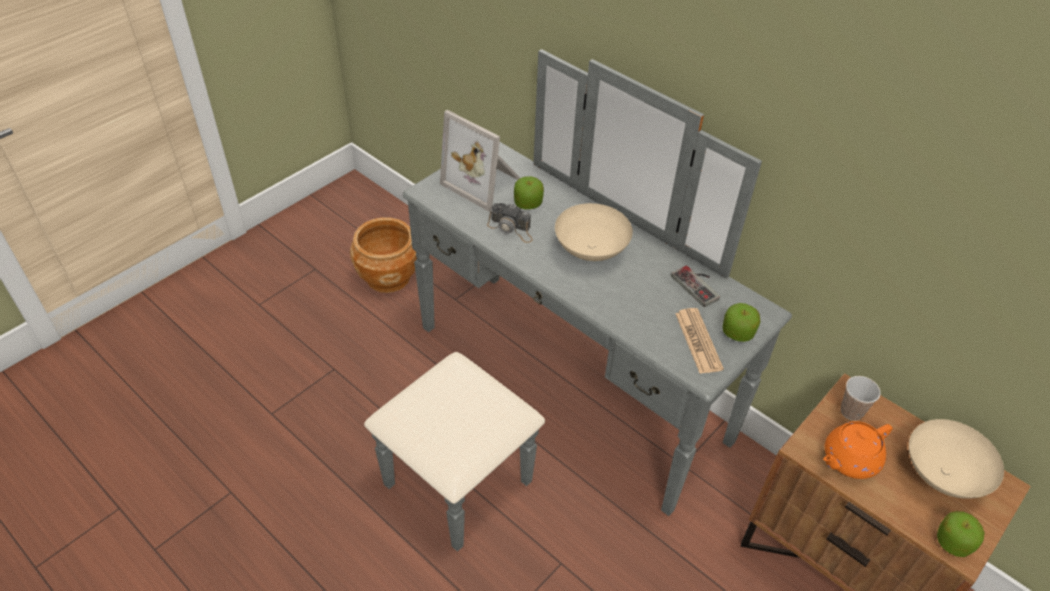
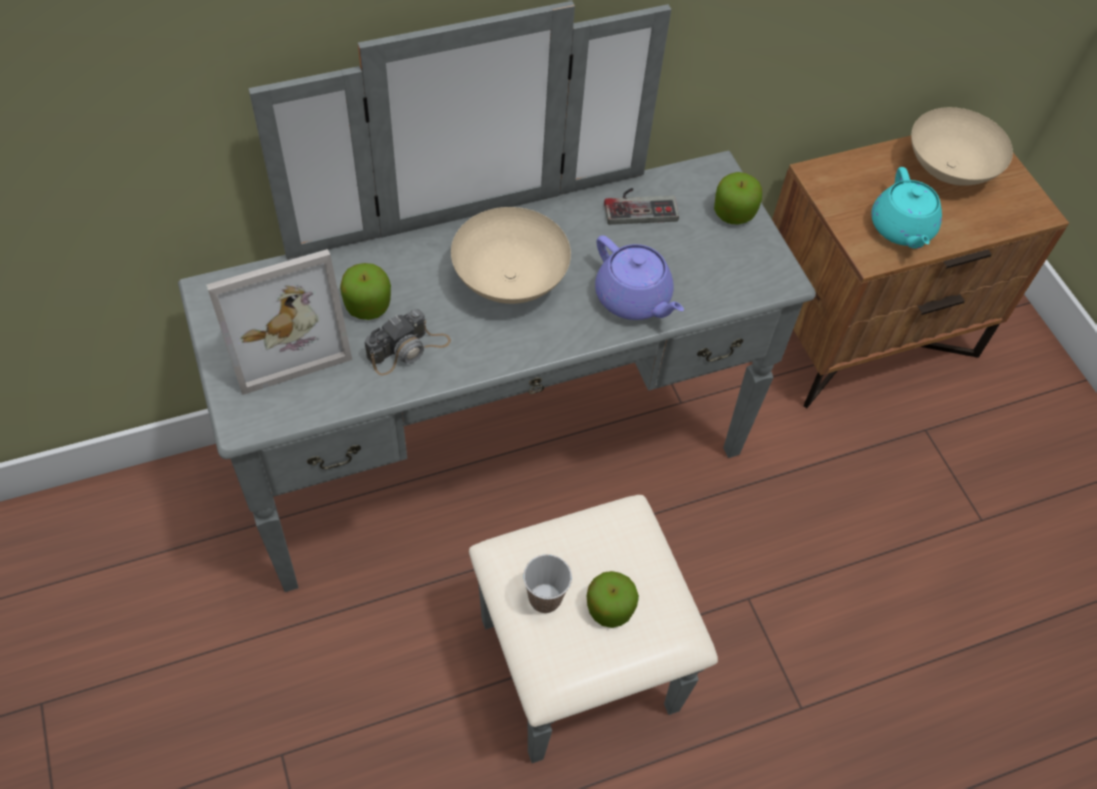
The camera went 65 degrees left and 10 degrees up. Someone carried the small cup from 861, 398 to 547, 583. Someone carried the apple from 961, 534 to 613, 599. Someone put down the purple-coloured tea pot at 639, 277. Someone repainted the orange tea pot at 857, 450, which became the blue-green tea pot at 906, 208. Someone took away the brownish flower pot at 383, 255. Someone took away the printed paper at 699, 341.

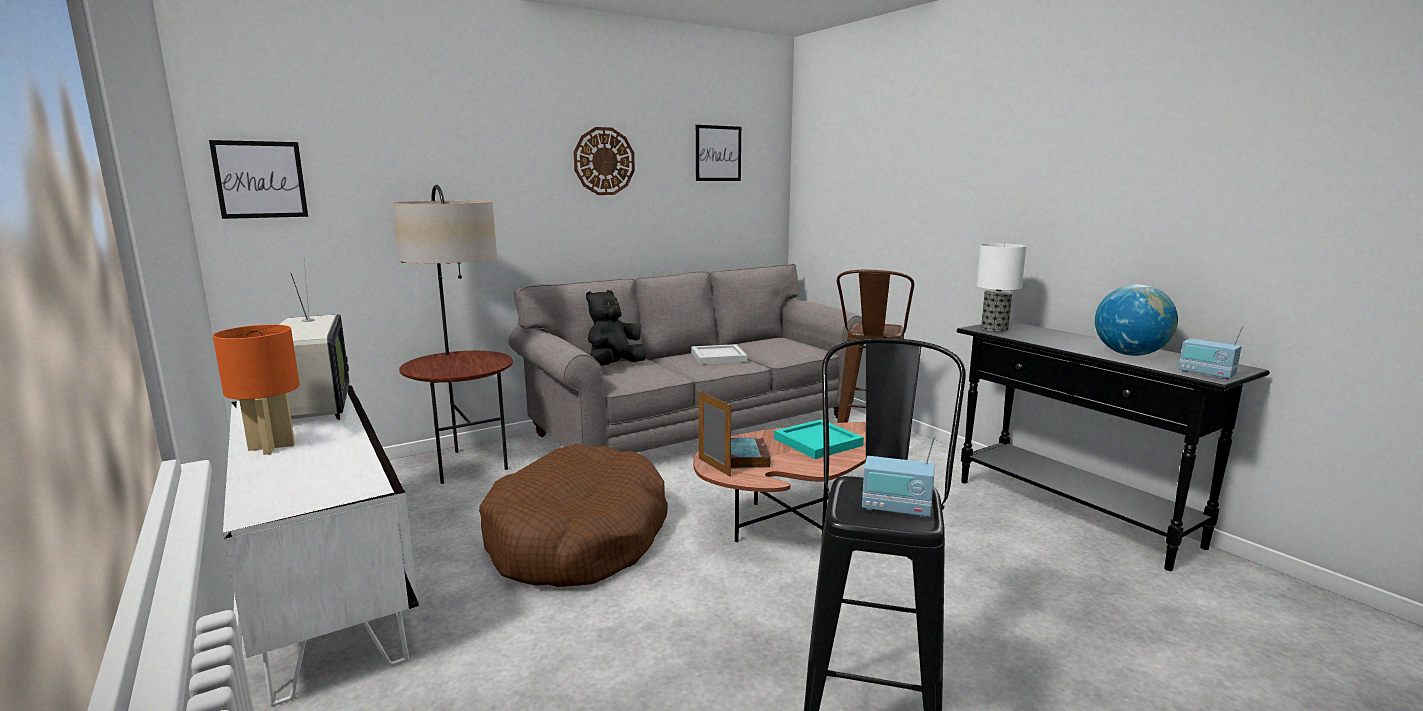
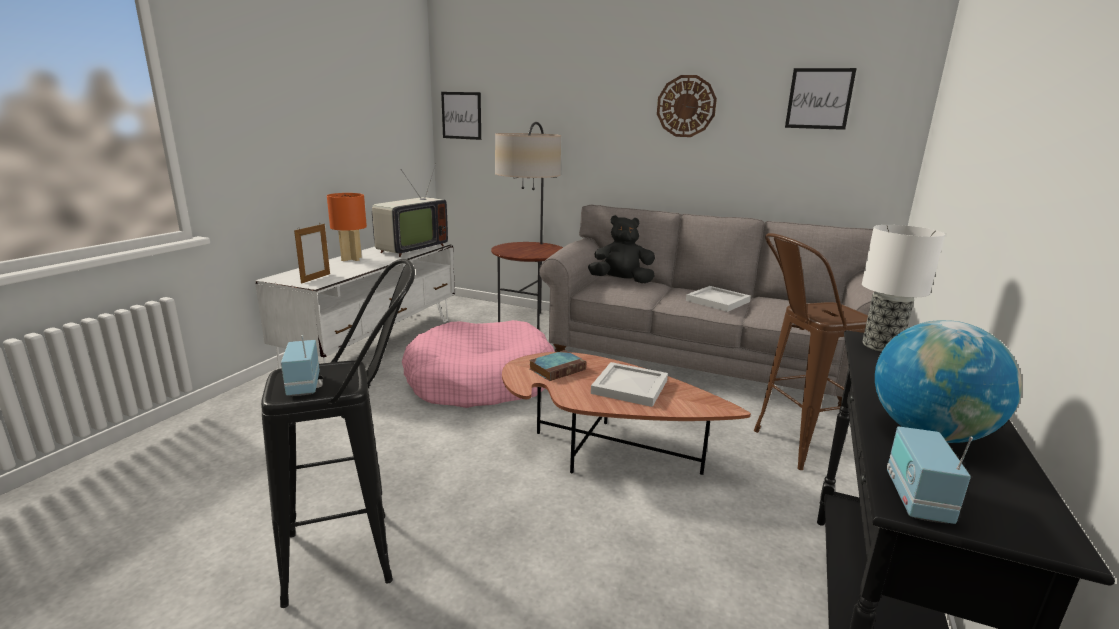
The camera went 55 degrees right and 5 degrees up. Someone carried the picture frame from 714, 434 to 312, 253. Someone repainted the brownish pet bed at 573, 515, which became the pink-coloured pet bed at 478, 364. Someone repainted the blue-green carrying tray at 819, 439, which became the white-coloured carrying tray at 629, 384.

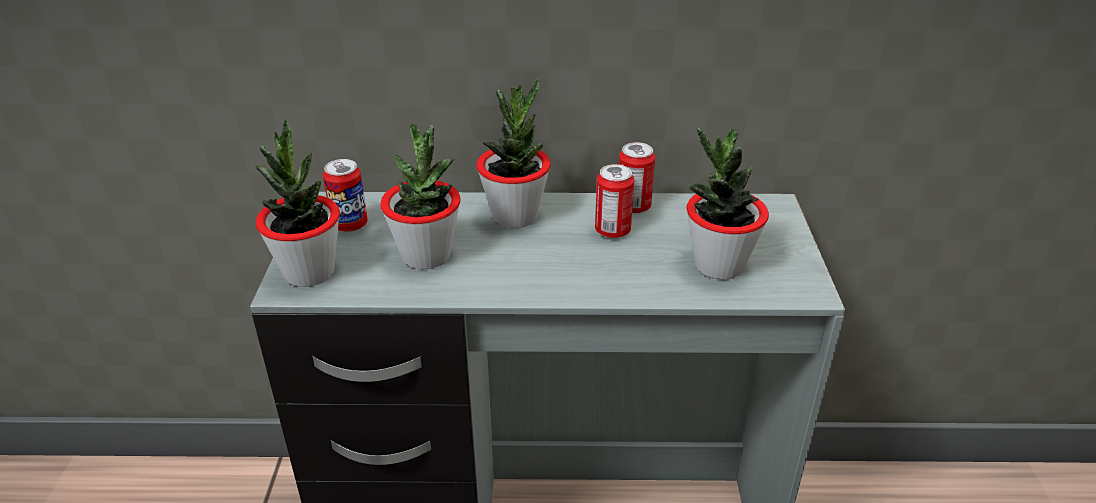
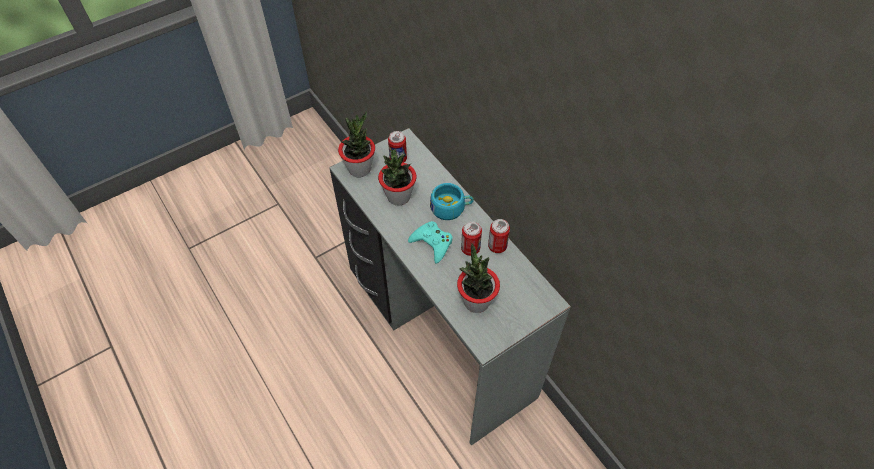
The camera went 55 degrees right and 20 degrees up. Someone put down the blue-green game controller at 430, 242. Someone swapped the potted plant at 513, 153 for the blue-green small cup at 452, 201.

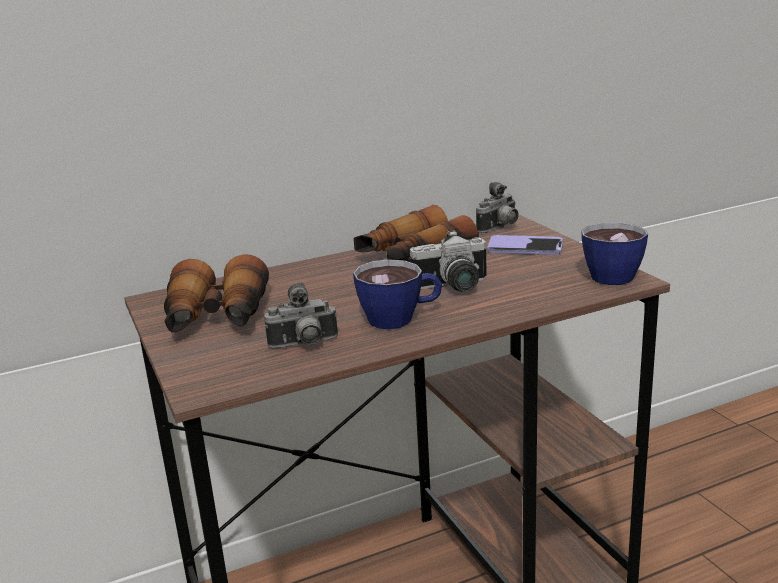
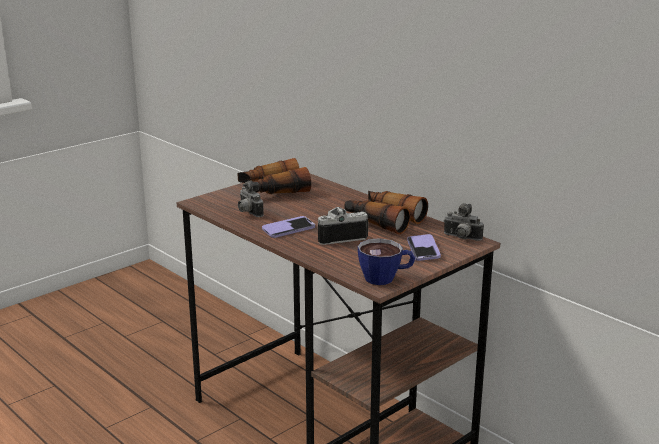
The camera went 70 degrees right and 0 degrees up. Someone swapped the small cup at 397, 294 for the phone at 288, 227. Someone rotated the still camera at 448, 261 by 105 degrees clockwise.

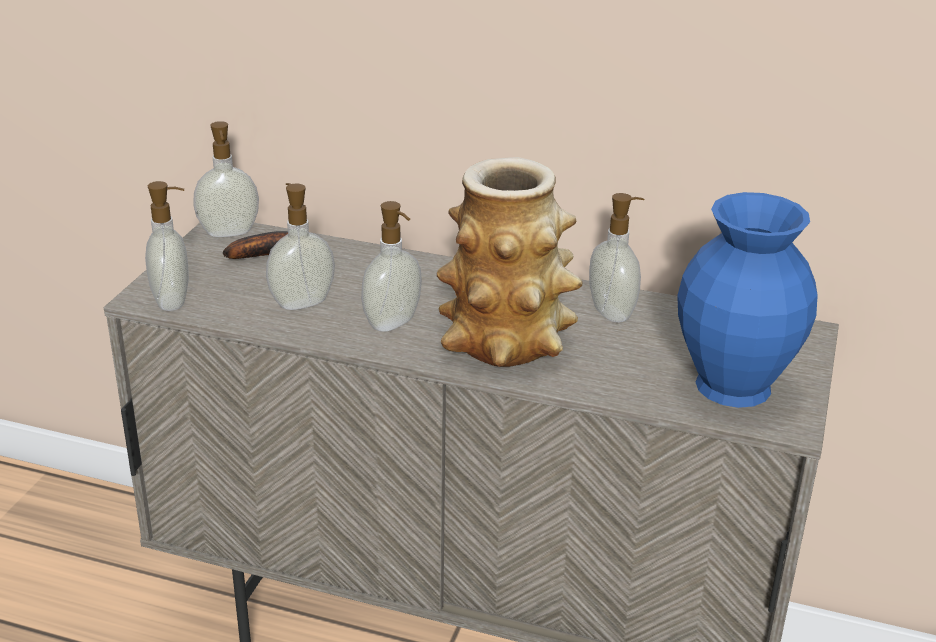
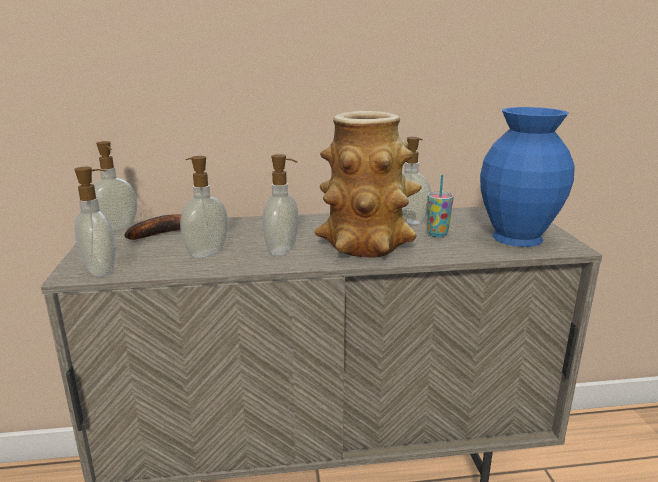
The camera went 25 degrees left and 10 degrees down. Someone put down the small cup at 440, 206.

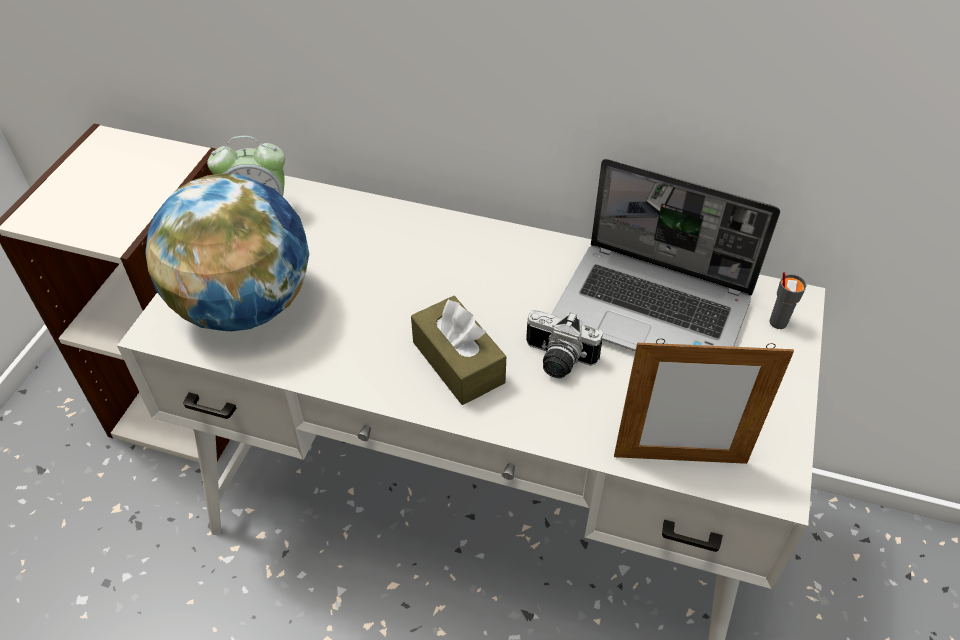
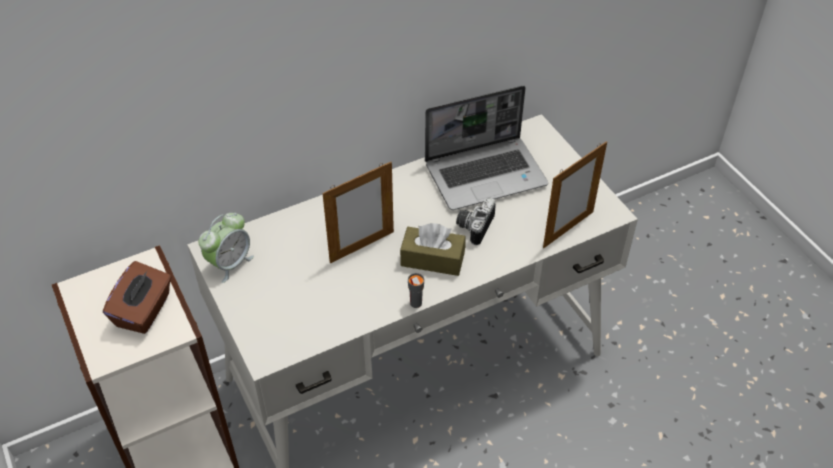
The camera went 45 degrees left and 0 degrees up. Someone put down the brownish box of tissues at 137, 297. Someone put down the picture frame at 358, 212. Someone carried the greyish small cup from 788, 300 to 416, 290. Someone rotated the still camera at 564, 344 by 135 degrees clockwise. Someone took away the world globe at 227, 252.

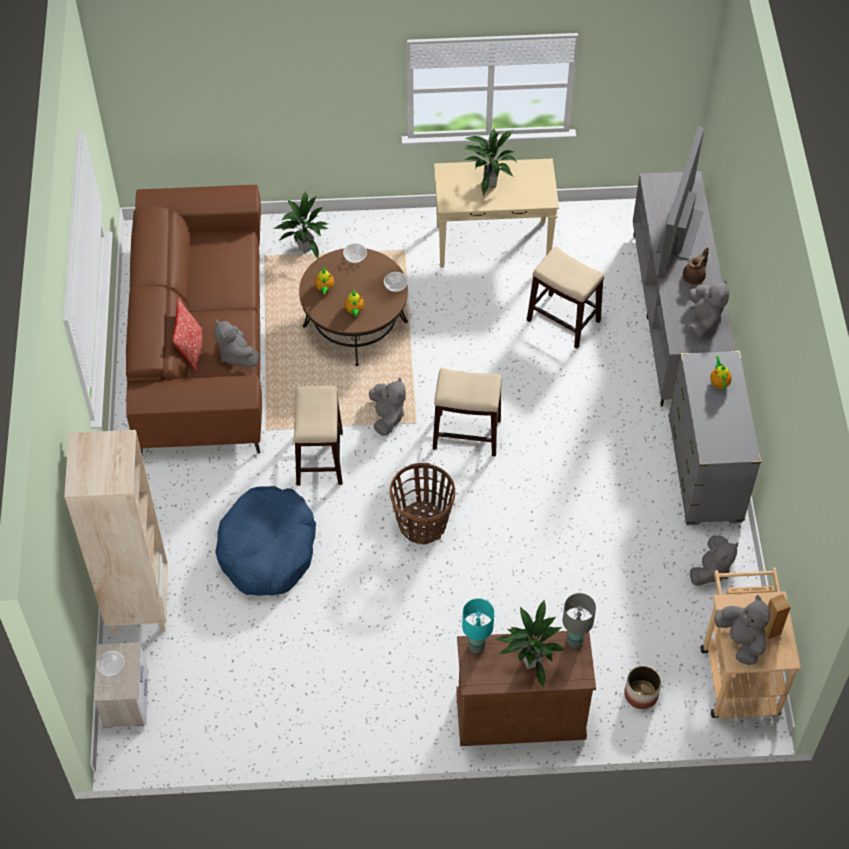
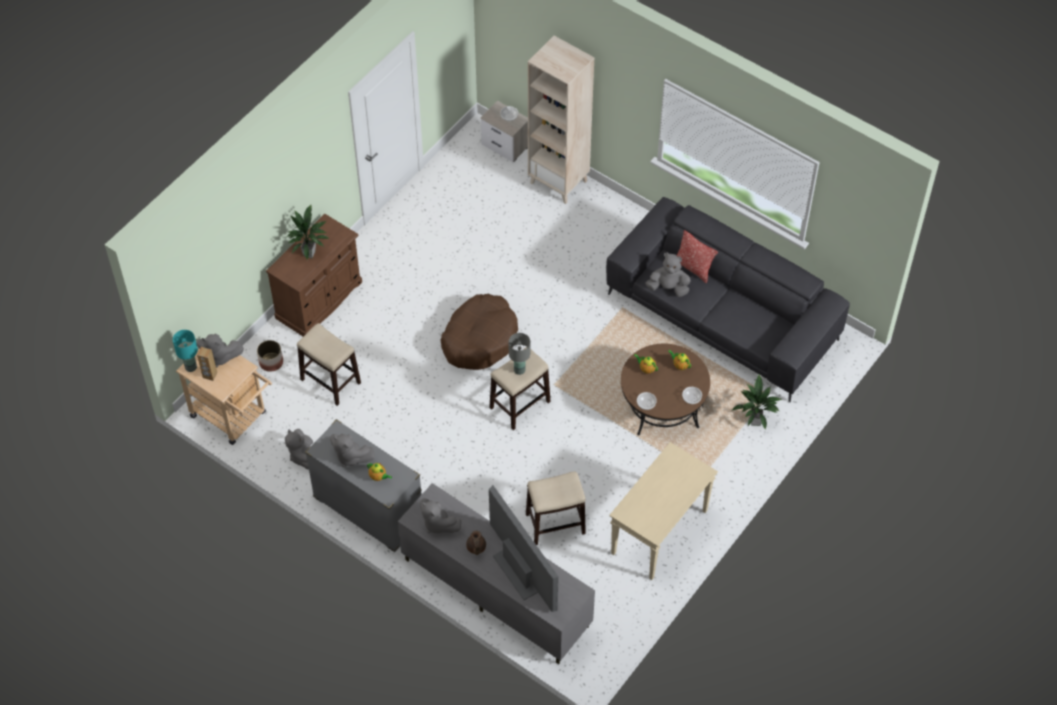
The camera went 130 degrees right and 0 degrees up. Someone carried the blue-green table lamp from 478, 625 to 185, 351. Someone carried the sitting stool from 318, 436 to 329, 364. Someone carried the greyish plush toy from 387, 406 to 352, 450. Someone swapped the storage basket at 422, 504 for the brownish pet bed at 479, 332. Someone carried the greyish table lamp from 579, 620 to 519, 354. Someone repainted the brownish couch at 194, 319, which became the greyish couch at 728, 299. Someone took away the bluish pet bed at 265, 541. Someone took away the potted plant at 491, 162.

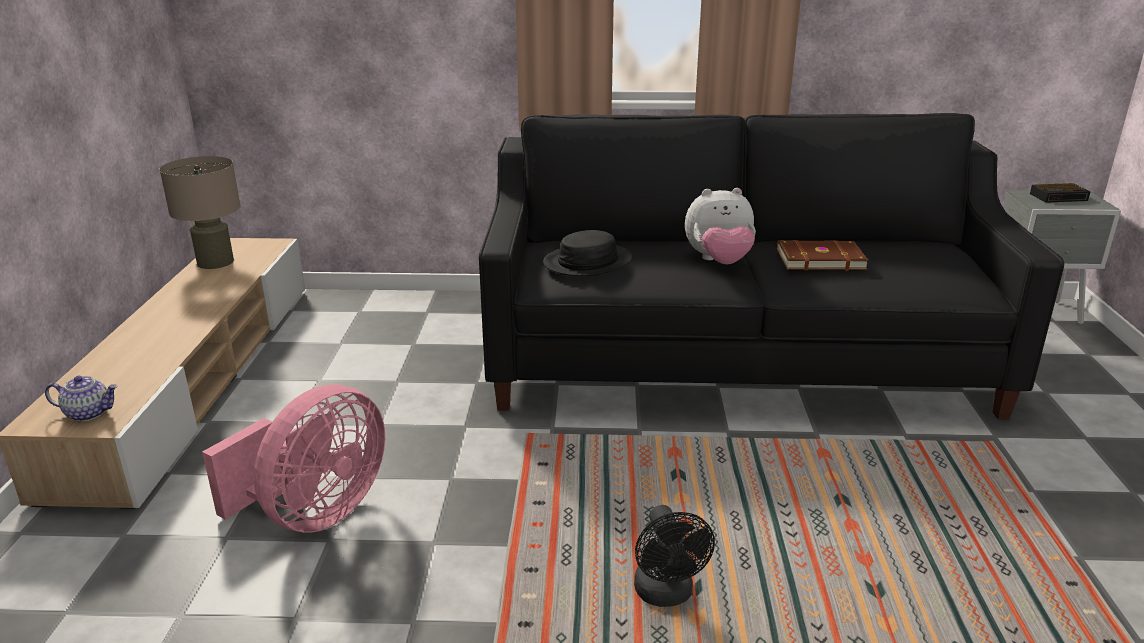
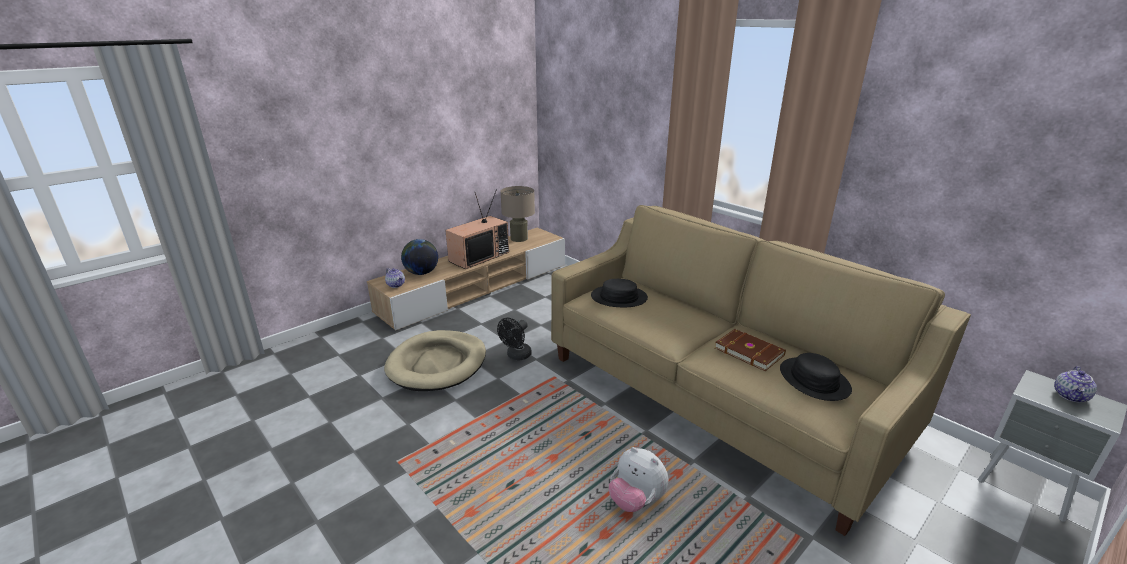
The camera went 45 degrees right and 0 degrees up. Someone swapped the pink-coloured cooling fan at 293, 458 for the beige pet bed at 435, 360. Someone put down the world globe at 419, 257. Someone put down the TV set at 477, 230. Someone carried the blackish cooling fan from 674, 556 to 514, 339. Someone repainted the blackish couch at 771, 266, which became the beige couch at 761, 370. Someone carried the plush toy from 720, 226 to 638, 479. Someone put down the blackish hat at 816, 377. Someone swapped the table clock at 1060, 193 for the tea pot at 1075, 384.

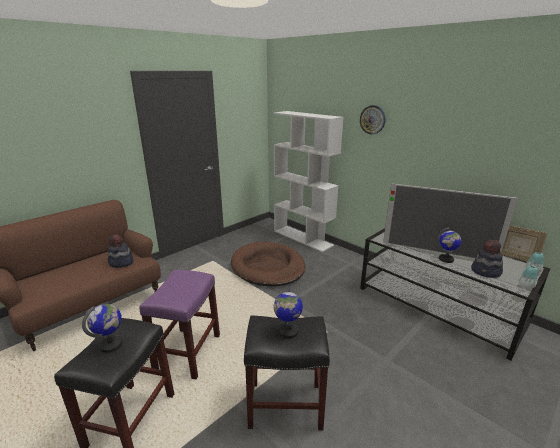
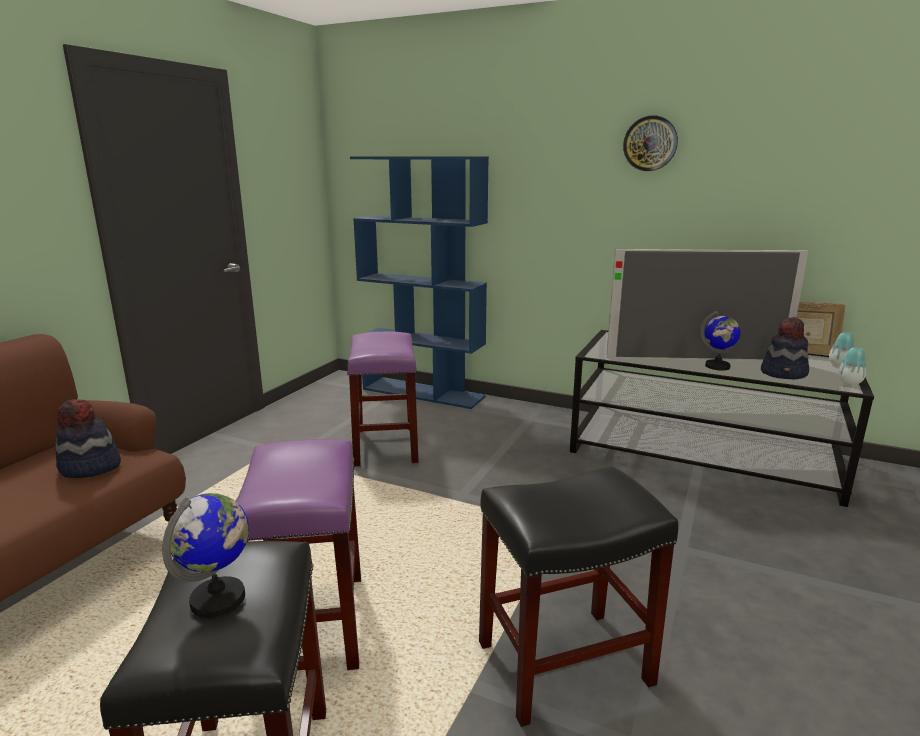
The camera went 20 degrees left and 5 degrees down. Someone swapped the brownish pet bed at 268, 263 for the purple-coloured sitting stool at 383, 399. Someone repainted the white-coloured shelving unit at 308, 181, which became the bluish shelving unit at 419, 282. Someone carried the wall clock from 373, 120 to 650, 143. Someone took away the world globe at 288, 313.

